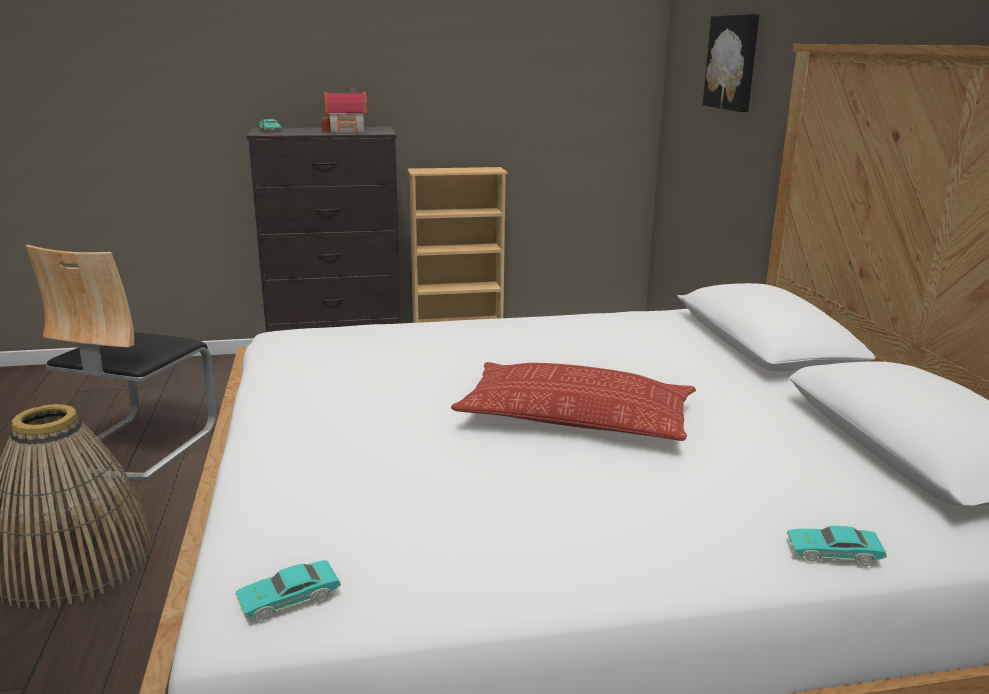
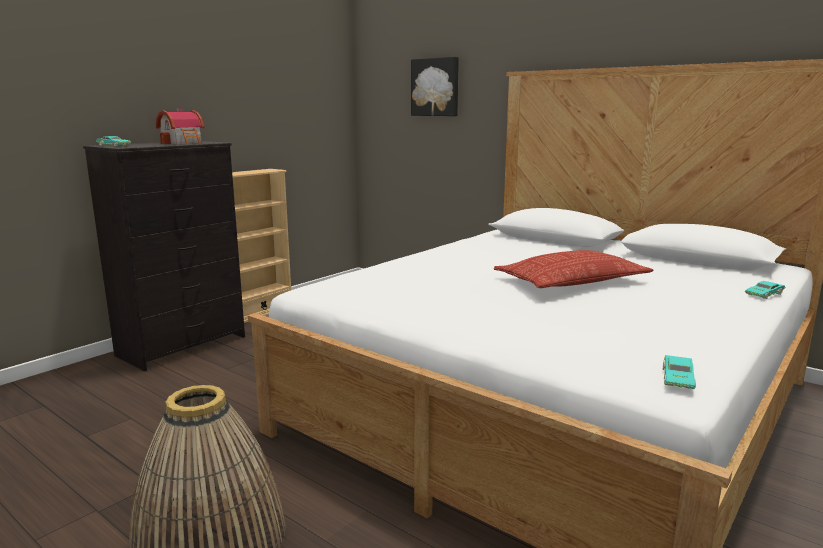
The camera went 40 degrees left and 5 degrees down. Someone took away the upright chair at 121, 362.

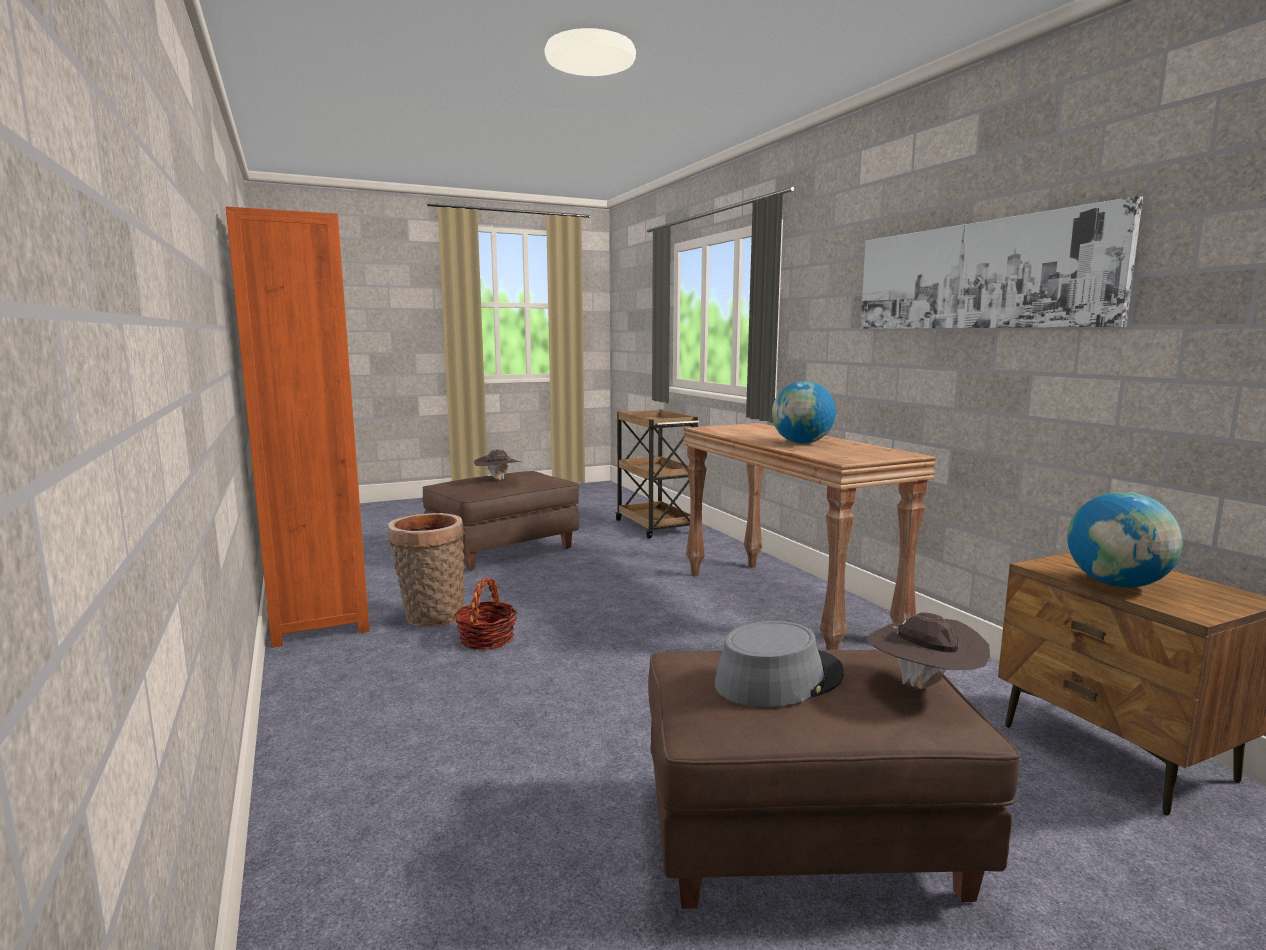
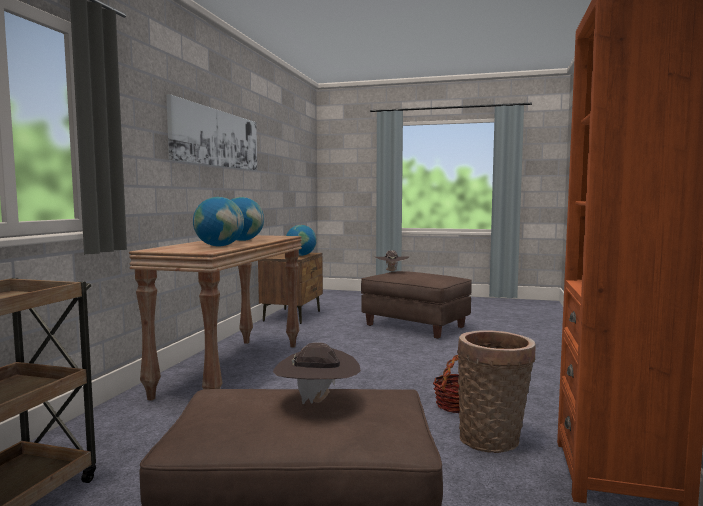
The camera went 140 degrees left and 5 degrees down. Someone put down the world globe at 218, 221. Someone took away the greyish hat at 779, 664.

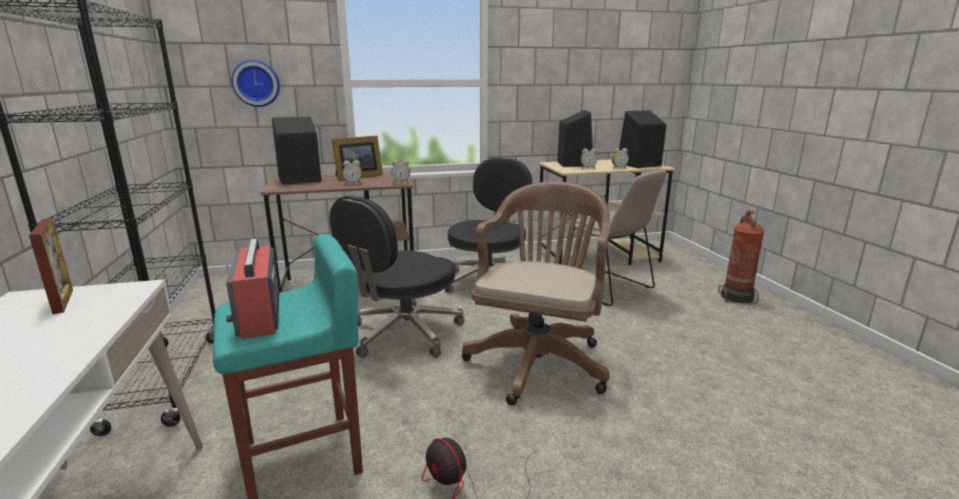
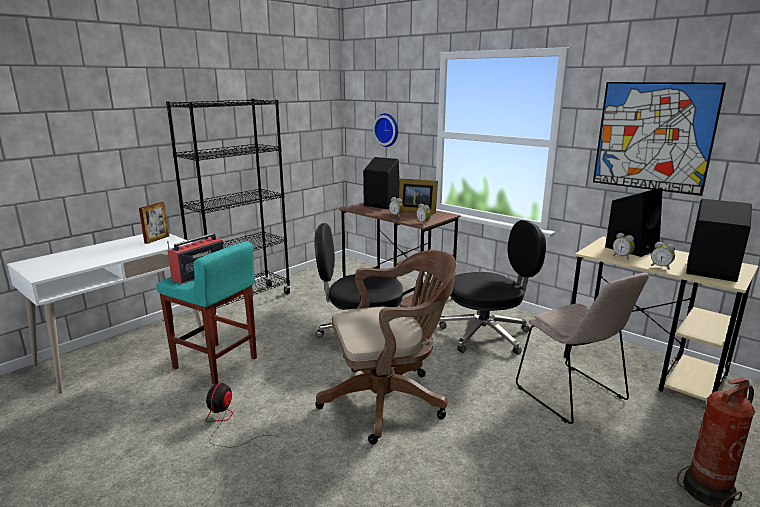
The camera went 55 degrees right and 0 degrees up. Someone rotated the beige upright chair at 620, 238 by 45 degrees counterclockwise. Someone put up the wall art at 659, 139.

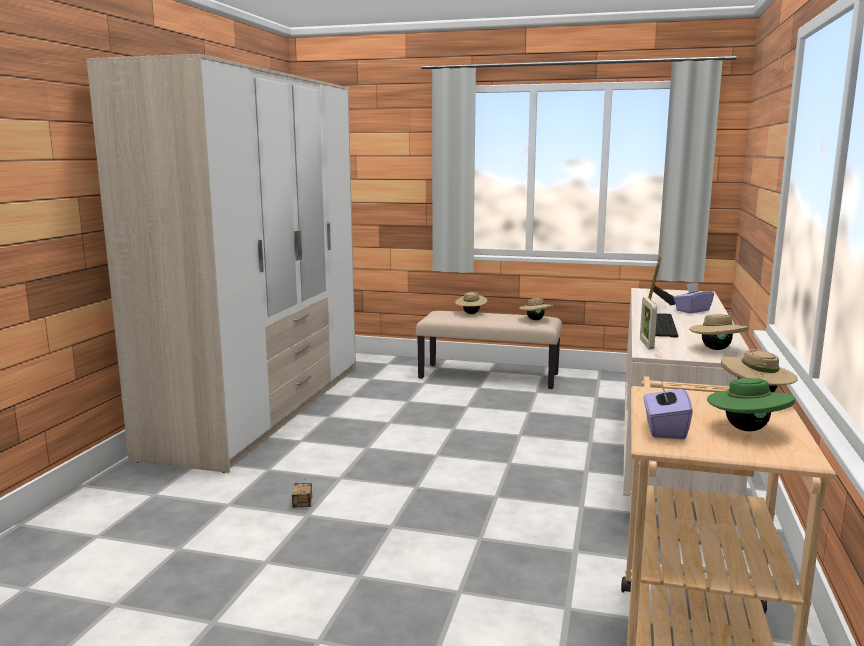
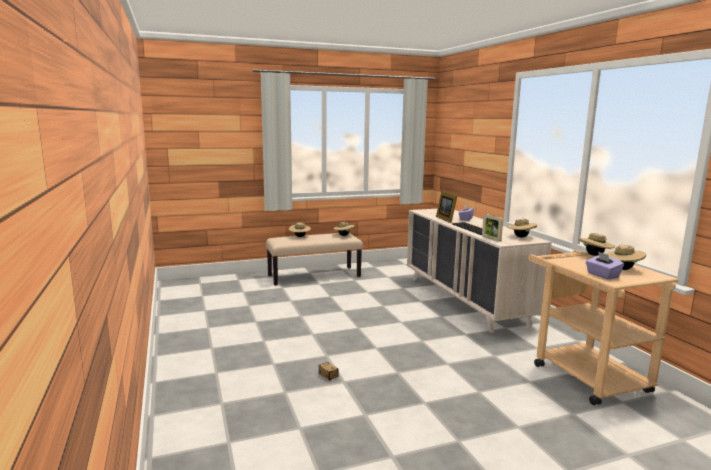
The camera went 35 degrees left and 0 degrees up. Someone repainted the greenish hat at 751, 402, which became the beige hat at 625, 256. Someone took away the armoire at 221, 263.

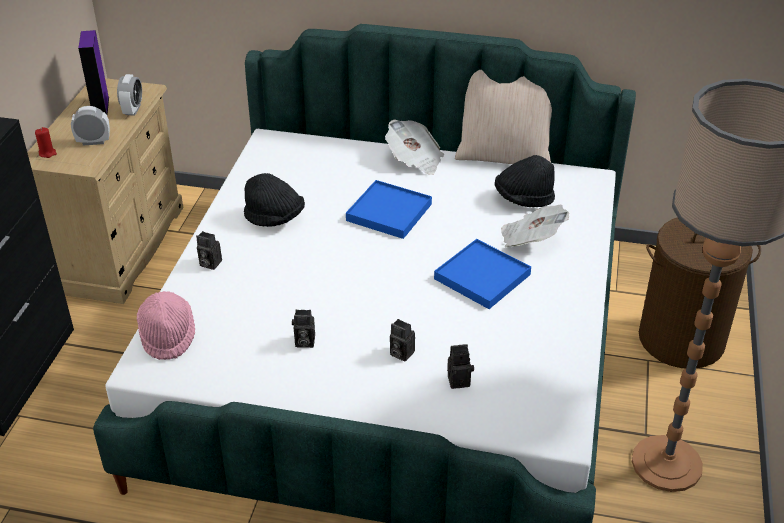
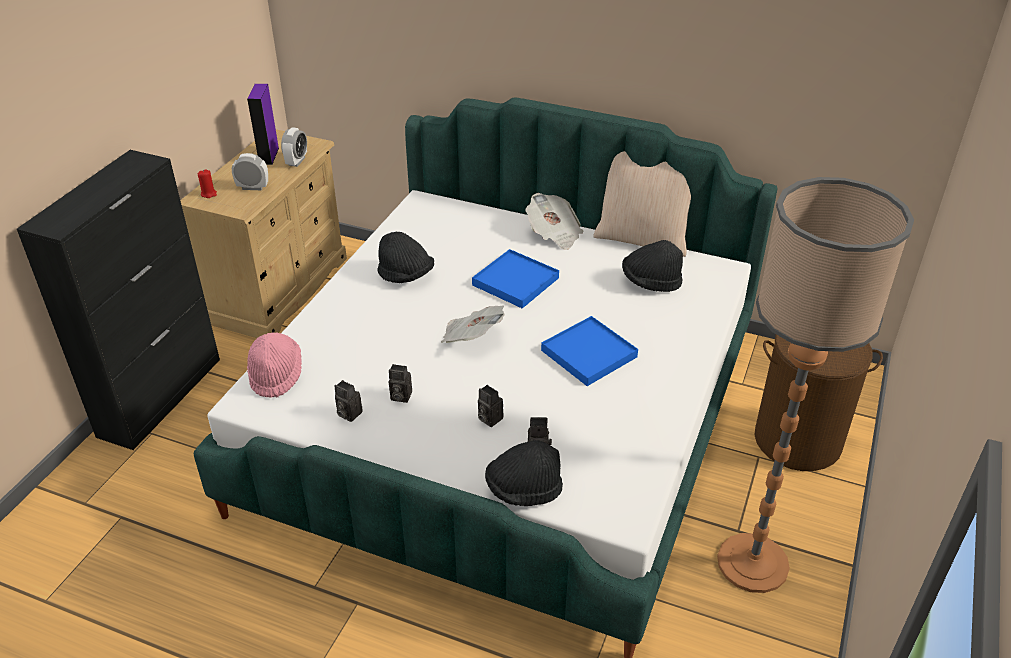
The camera went 10 degrees right and 0 degrees up. Someone carried the still camera from 209, 250 to 349, 401. Someone carried the printed paper from 535, 226 to 472, 324. Someone put down the blackish hat at 524, 473.

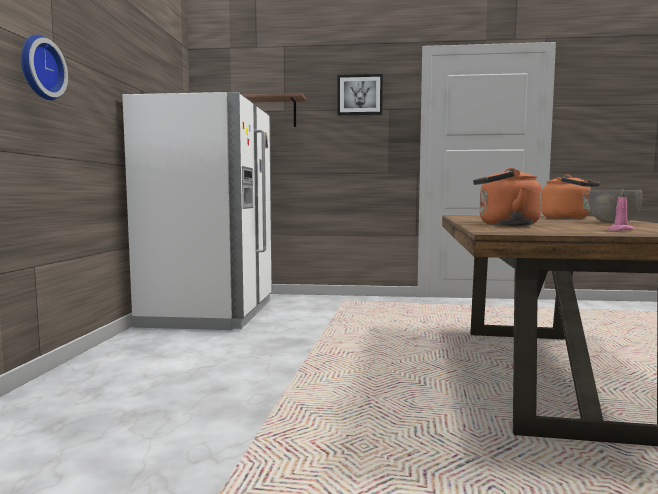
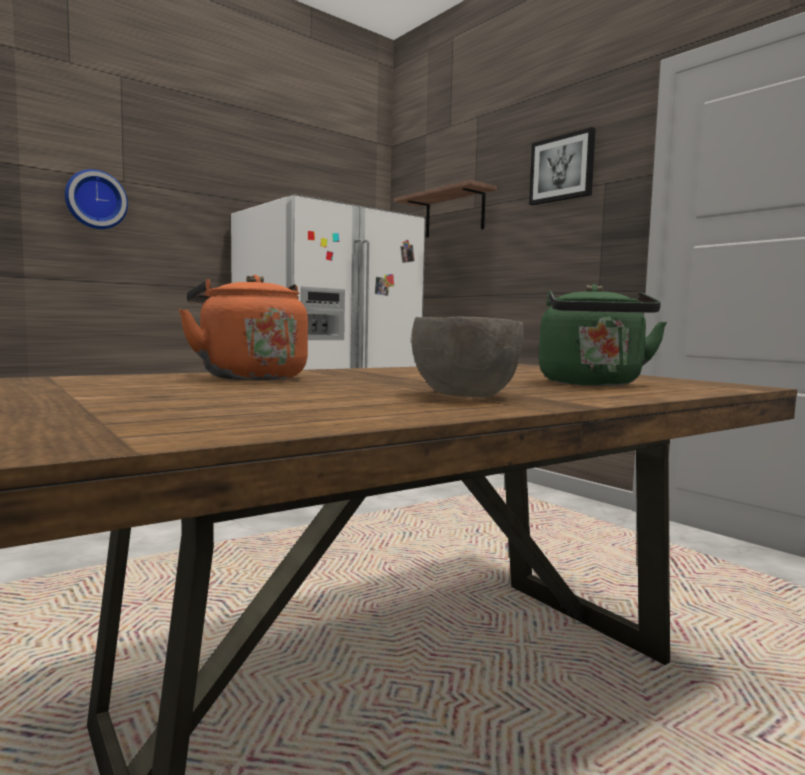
The camera went 45 degrees right and 0 degrees up. Someone repainted the orange kettle at 570, 196, which became the greenish kettle at 603, 335. Someone took away the pink-coloured candle at 620, 210.

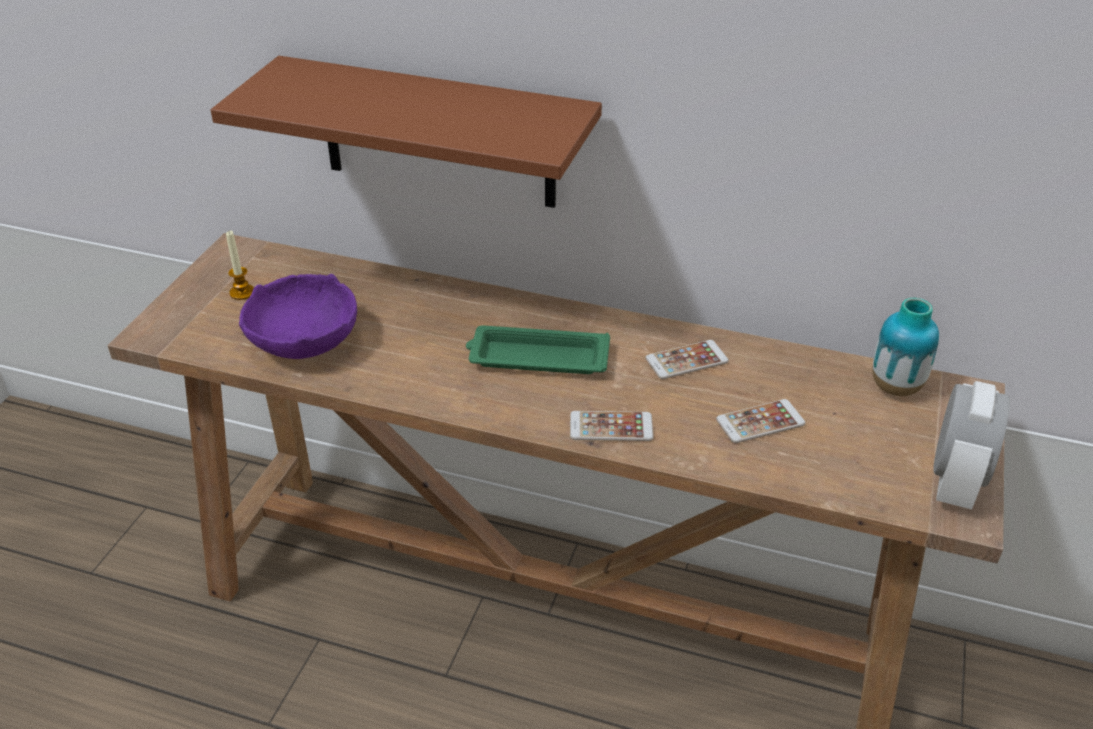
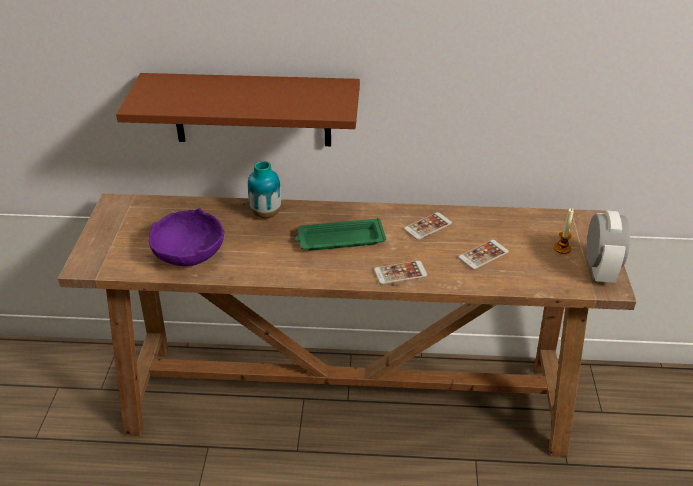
The camera went 15 degrees left and 0 degrees up. Someone carried the vase from 905, 347 to 264, 189. Someone carried the candle from 240, 265 to 564, 231.

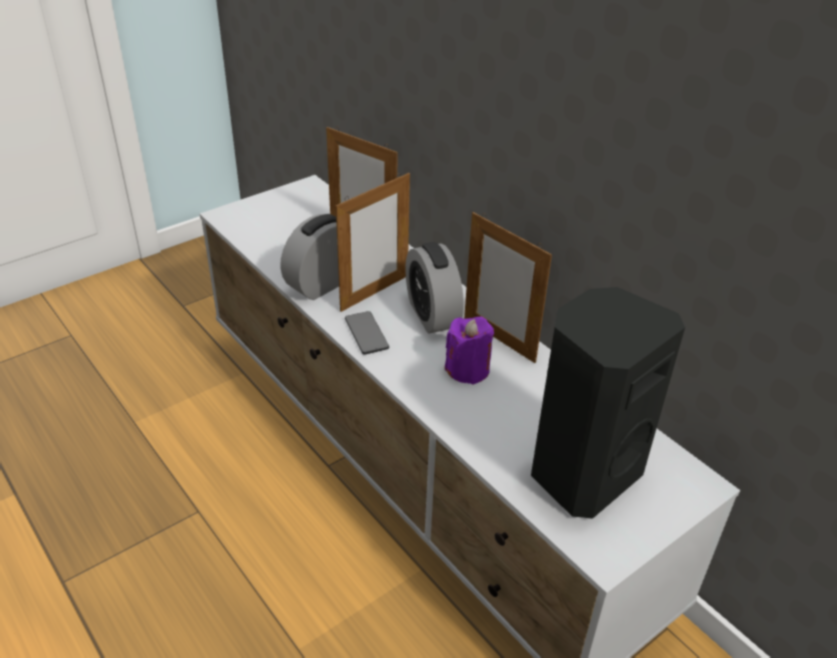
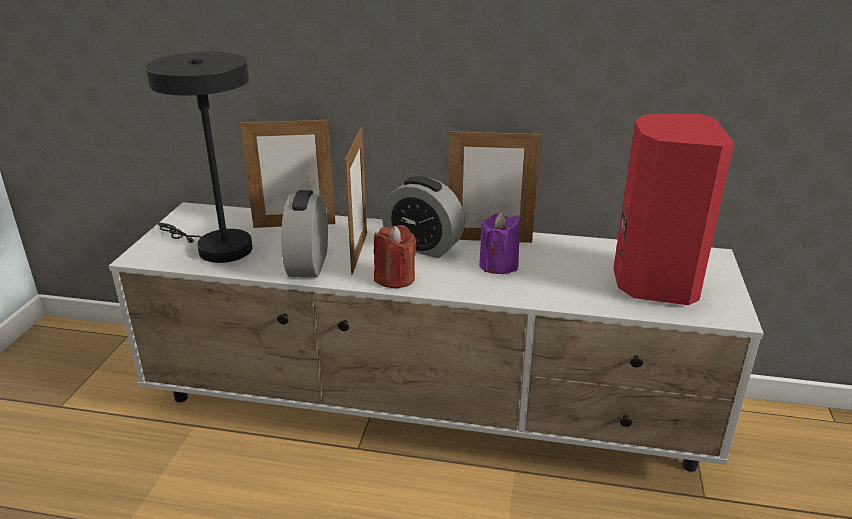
The camera went 40 degrees left and 10 degrees down. Someone put down the blackish table lamp at 199, 157. Someone swapped the phone at 367, 333 for the red candle at 395, 256. Someone repainted the blackish audio speaker at 608, 403, which became the red audio speaker at 673, 209.

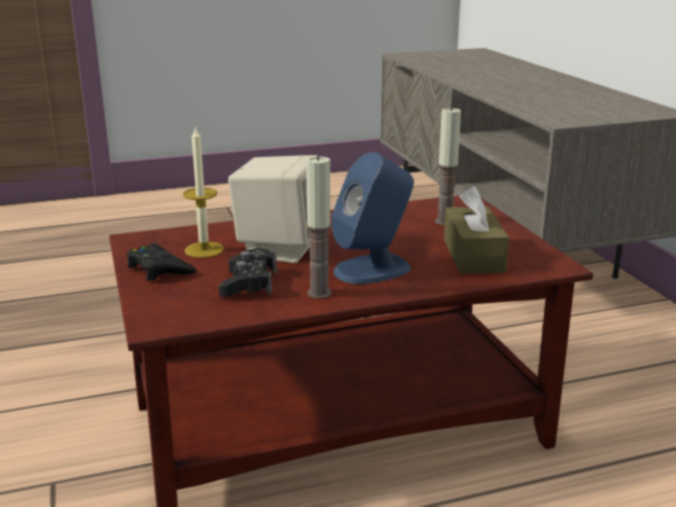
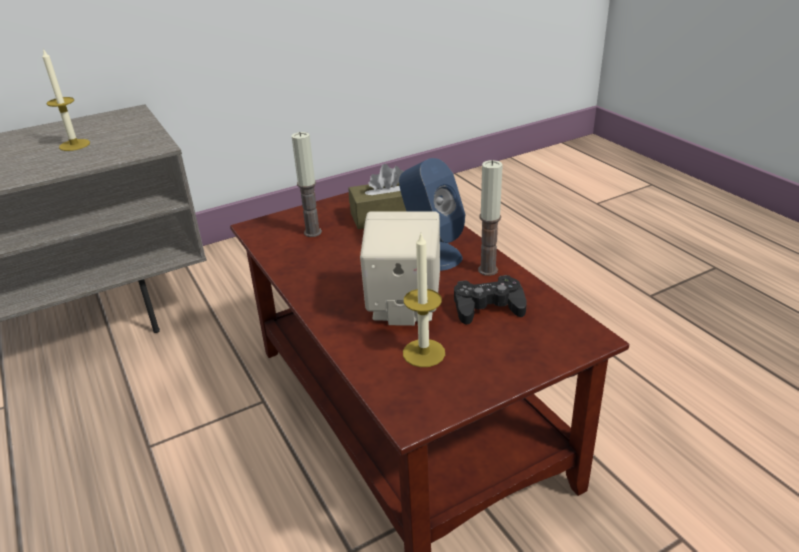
The camera went 100 degrees left and 10 degrees up. Someone put down the candle at 66, 100. Someone took away the blackish game controller at 161, 262.

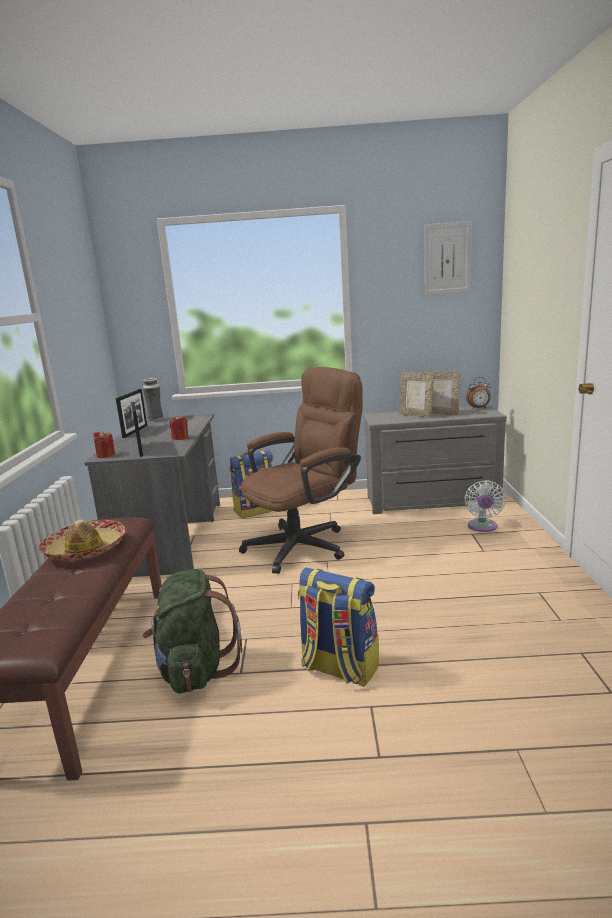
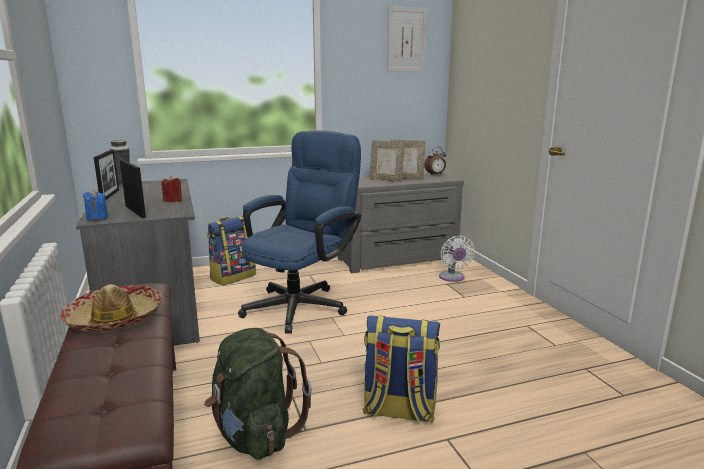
The camera went 20 degrees left and 0 degrees up. Someone repainted the red candle at 104, 444, which became the bluish candle at 95, 205. Someone repainted the brownish desk chair at 301, 470, which became the bluish desk chair at 299, 232.

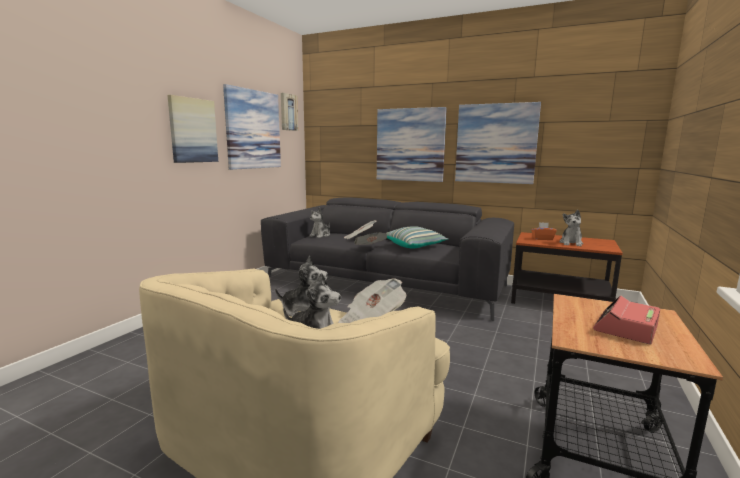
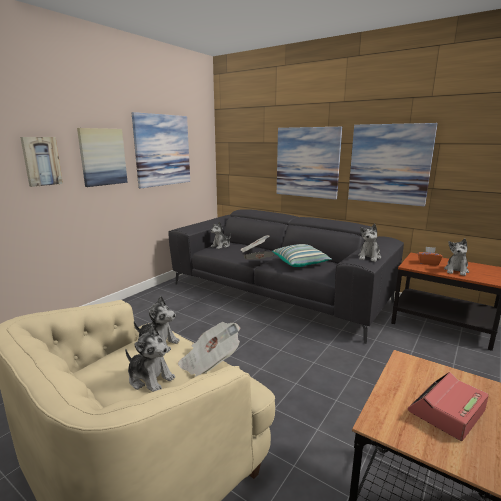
The camera went 10 degrees right and 5 degrees up. Someone carried the wall art from 289, 112 to 41, 162. Someone put down the plush toy at 369, 243.

